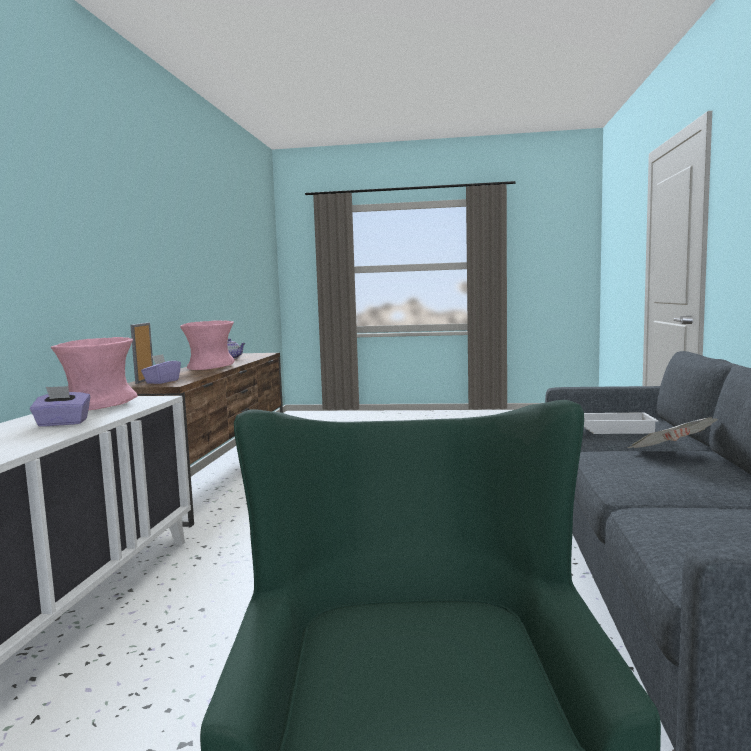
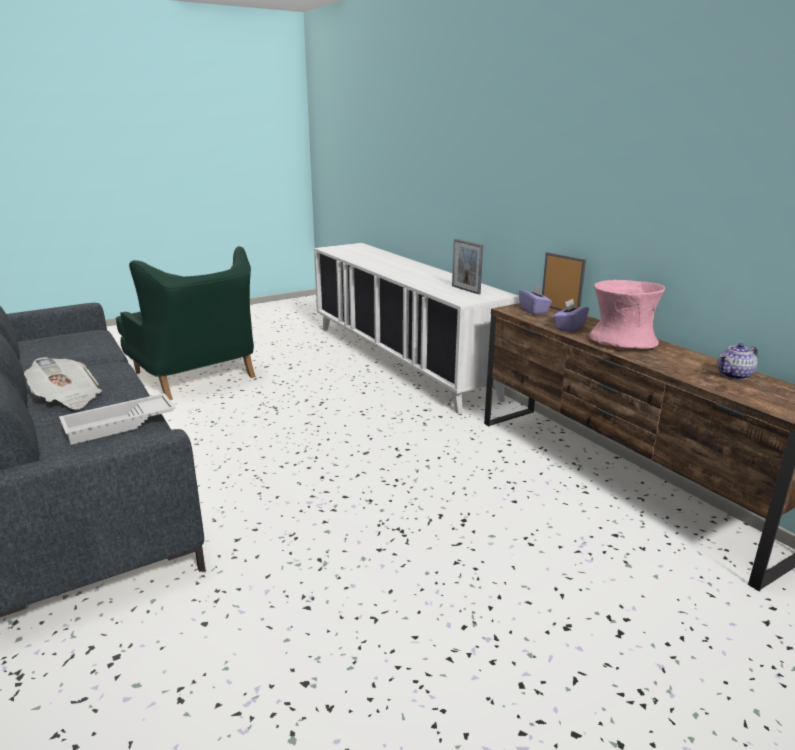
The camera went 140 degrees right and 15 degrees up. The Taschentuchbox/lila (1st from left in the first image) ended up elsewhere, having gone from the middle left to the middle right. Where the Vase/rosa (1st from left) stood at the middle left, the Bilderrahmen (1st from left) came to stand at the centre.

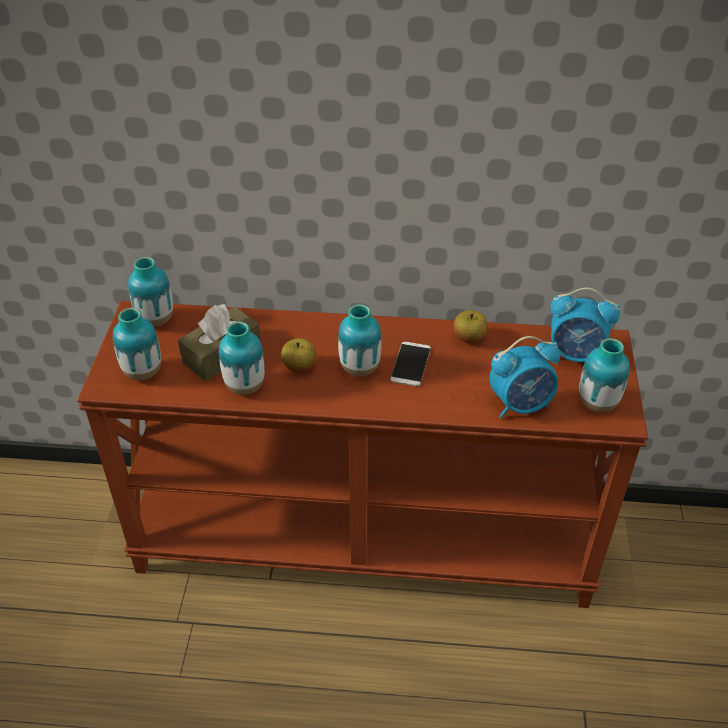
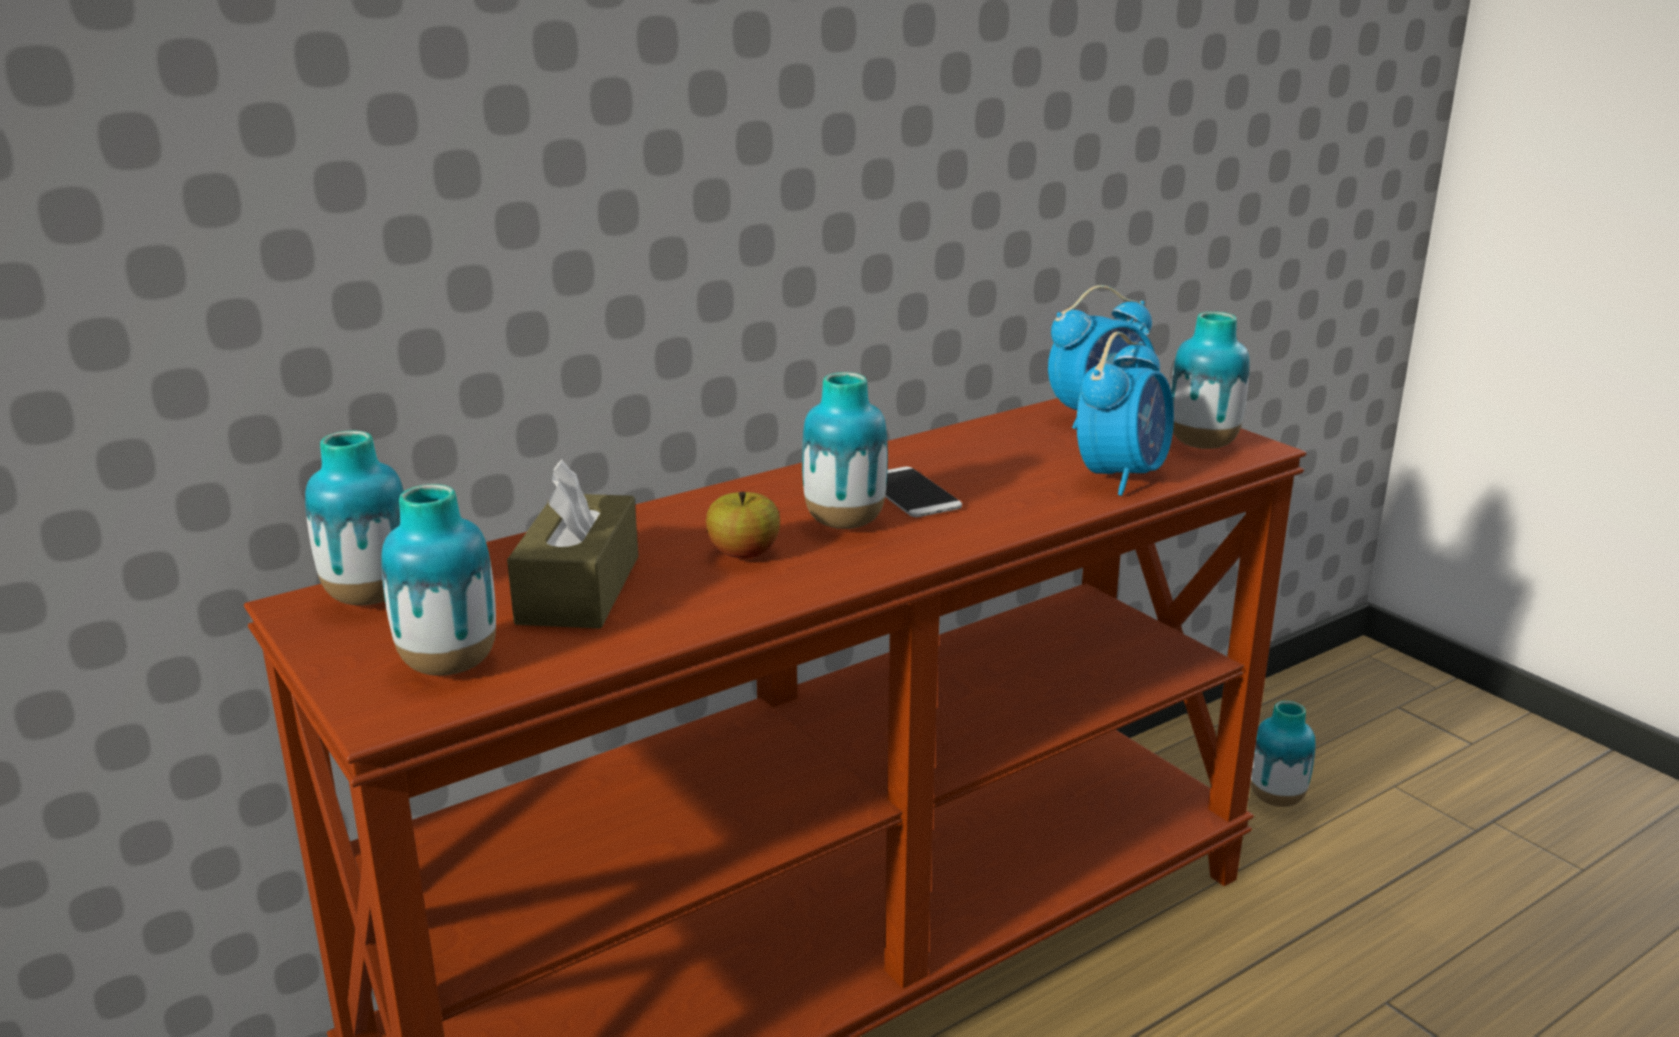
The camera went 40 degrees left and 20 degrees down. The second view lost the Apfel (2nd from left) at the centre. The Vase (3rd from left in the first image) ended up elsewhere, having gone from the middle left to the bottom right.

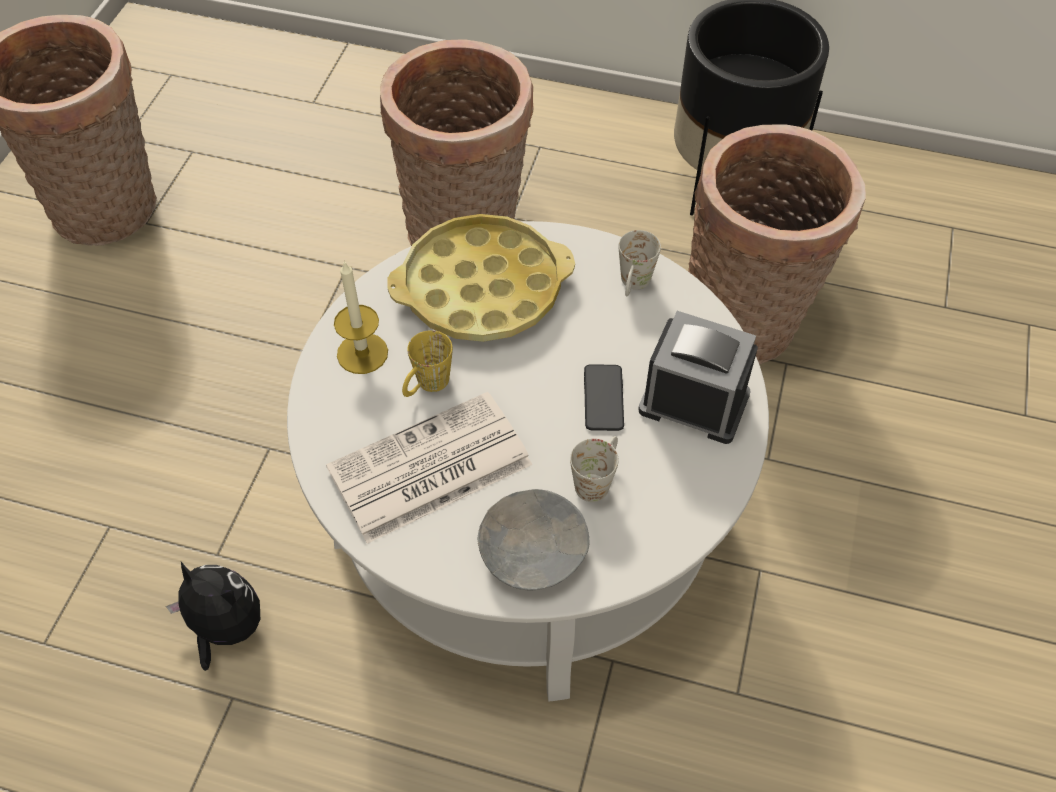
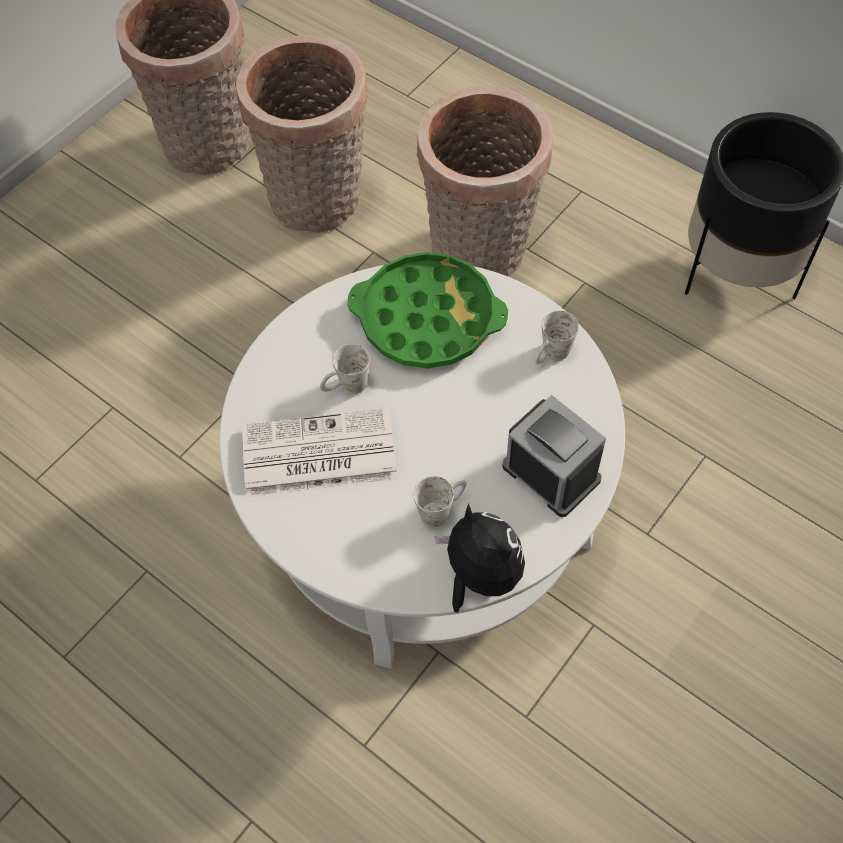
The camera went 25 degrees right and 5 degrees up. The second view lost the Kerze at the centre. The second view lost the Schüssel/grau at the bottom centre. The second view lost the Handy at the centre. The Plüschtier ended up elsewhere, having gone from the bottom left to the centre. The Korb (3rd from left in the first image) ended up elsewhere, having gone from the top right to the top centre. What was the Tablett/gelb at the centre turned into the Tablett/grün at the centre. What was the Henkelbecher/gelb at the centre turned into the Henkelbecher/weiß (1st from left) at the centre.

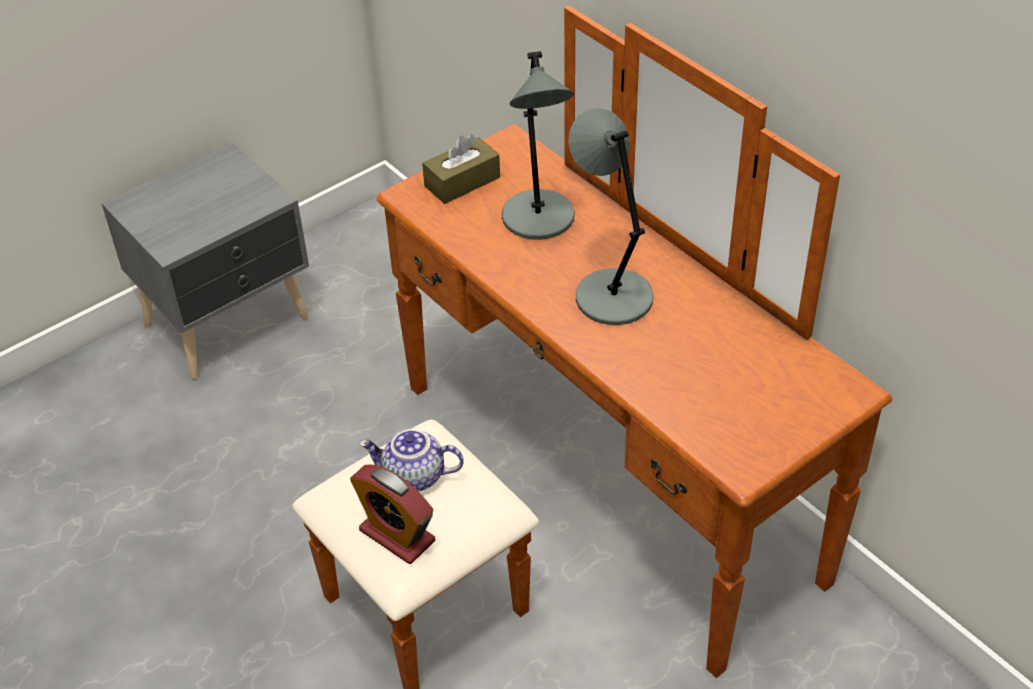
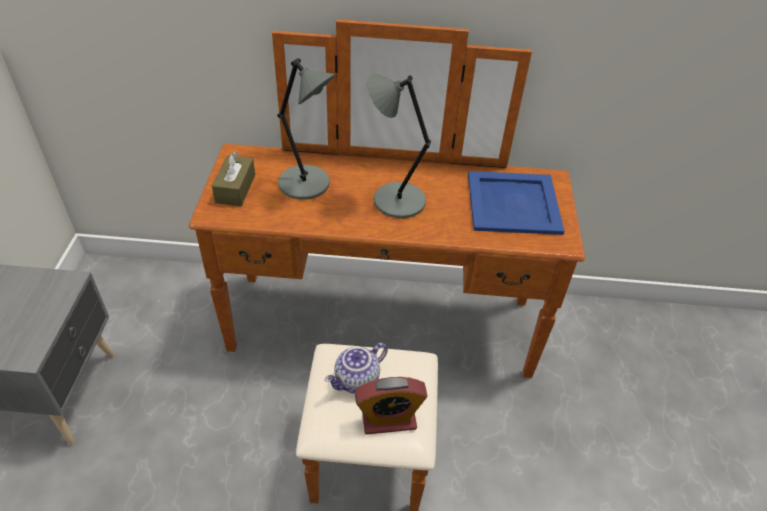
The camera went 50 degrees left and 0 degrees up. The second view gained the Tablett/blau at the middle right.

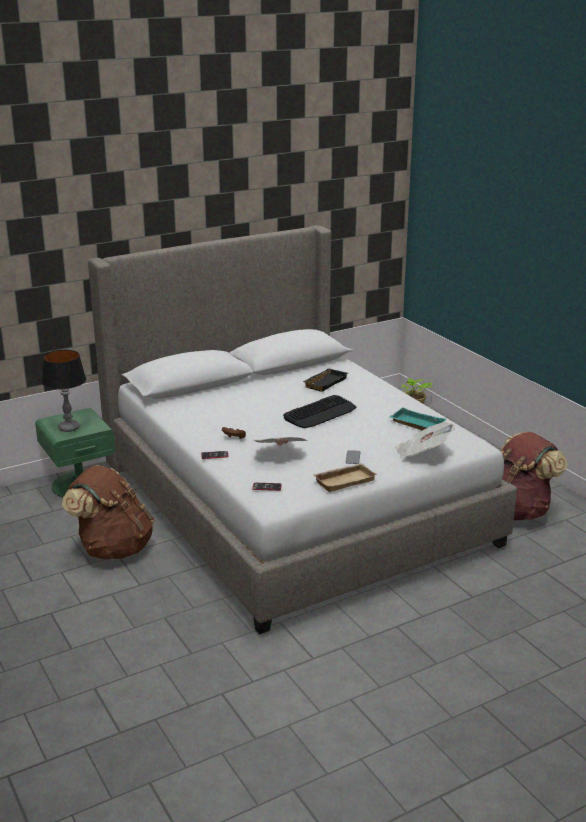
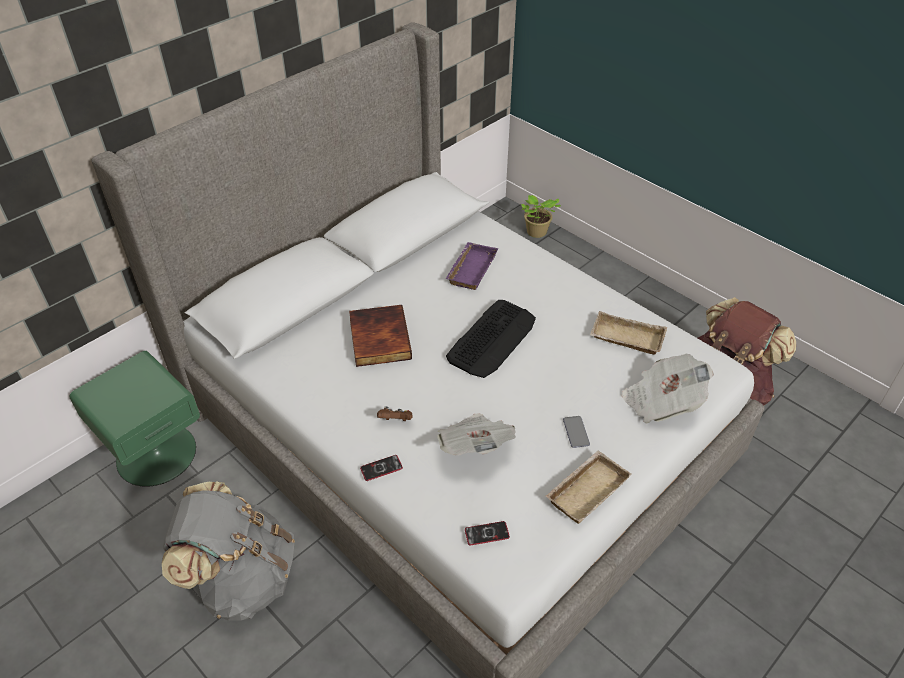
The camera went 15 degrees left and 20 degrees up. The second view lost the Tischlampe at the middle left. The second view gained the Buch at the centre. What was the Rucksack/braun (1st from left) at the middle left turned into the Rucksack/grau at the bottom left. What was the Tablett/schwarz at the centre turned into the Tablett/lila at the centre. What was the Tablett/türkis at the middle right turned into the Tablett/beige (2nd from left) at the middle right.

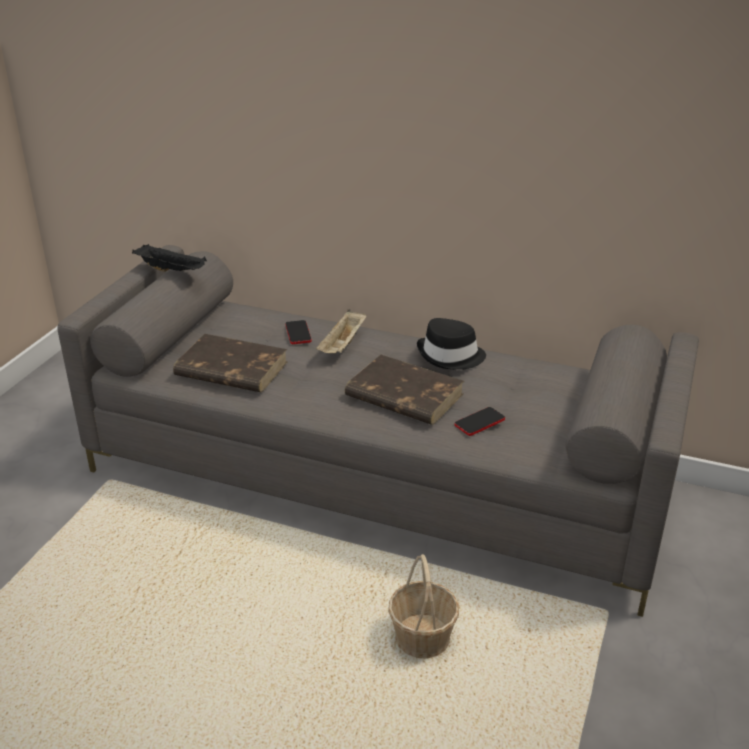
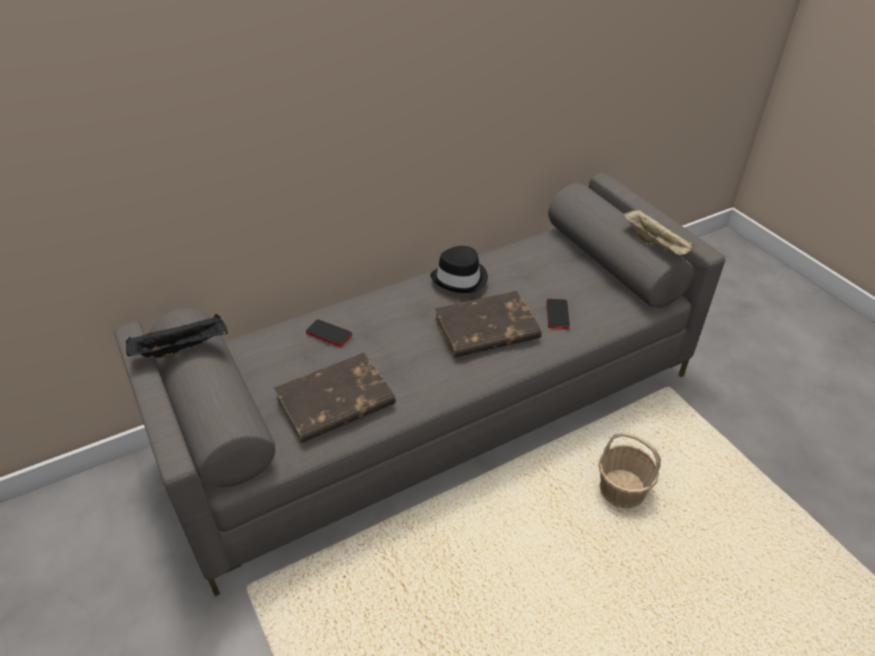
The camera went 50 degrees left and 10 degrees up. The Tablett/beige ended up elsewhere, having gone from the centre to the middle right.

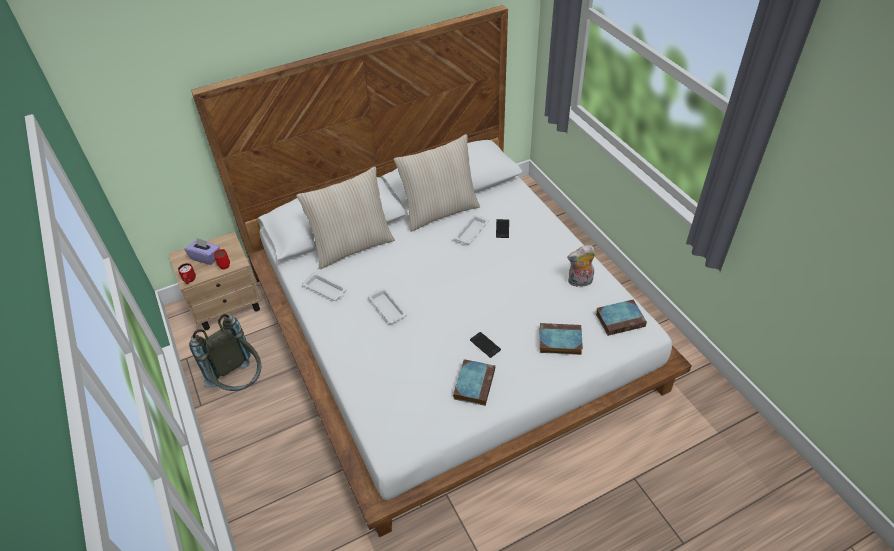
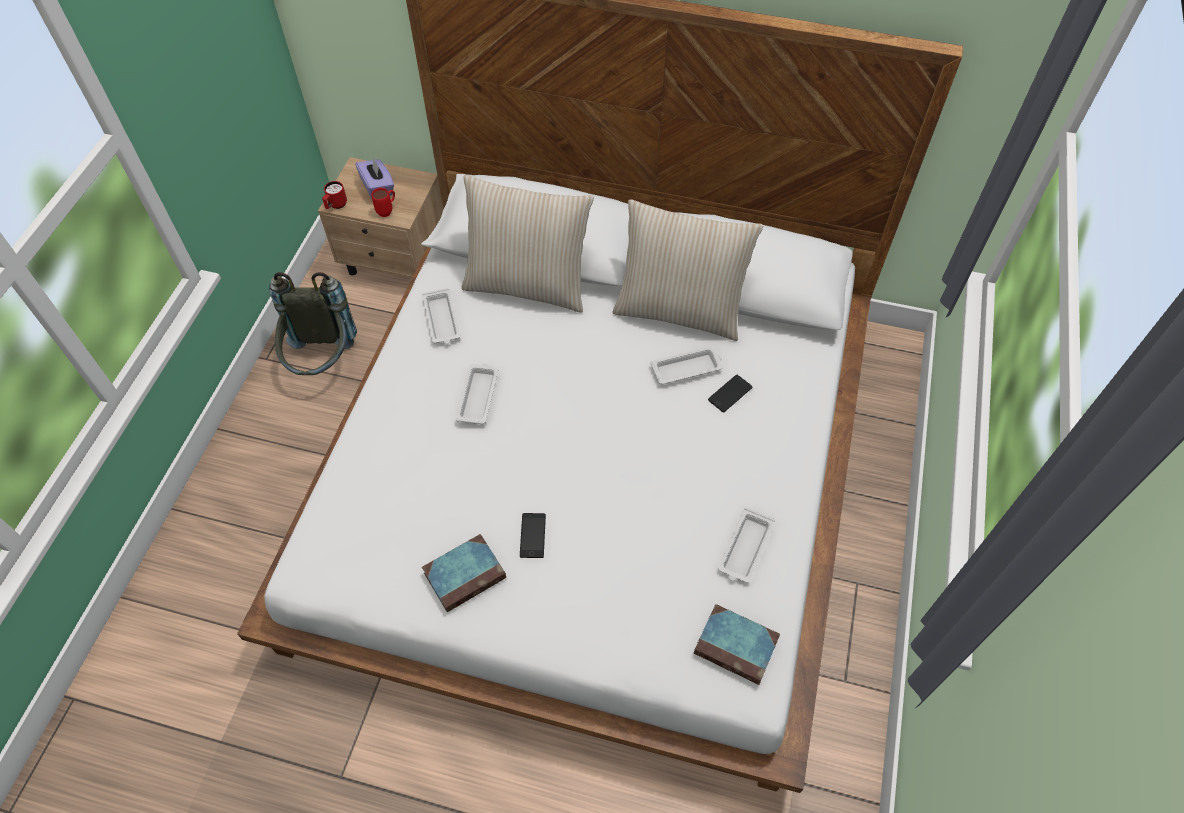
The camera went 40 degrees right and 10 degrees up. The second view lost the Buch (2nd from left) at the centre. Where the Plüschtier stood at the centre, the Tablett/weiß (4th from left) came to stand at the bottom centre.

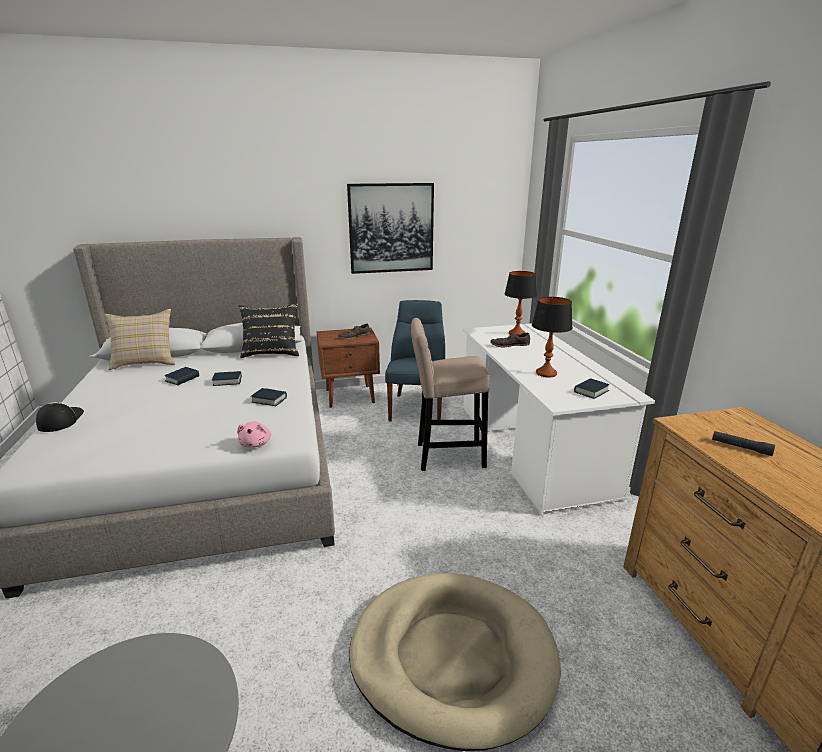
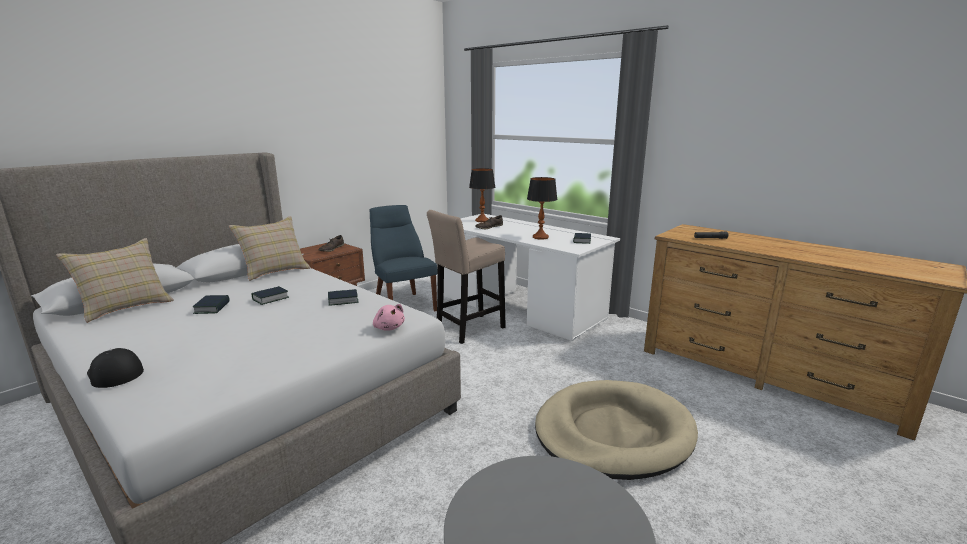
The camera went 35 degrees left and 5 degrees down. The second view lost the Bild at the top centre. What was the Kissen/schwarz at the middle left turned into the Kissen/beige (2nd from left) at the middle left.

